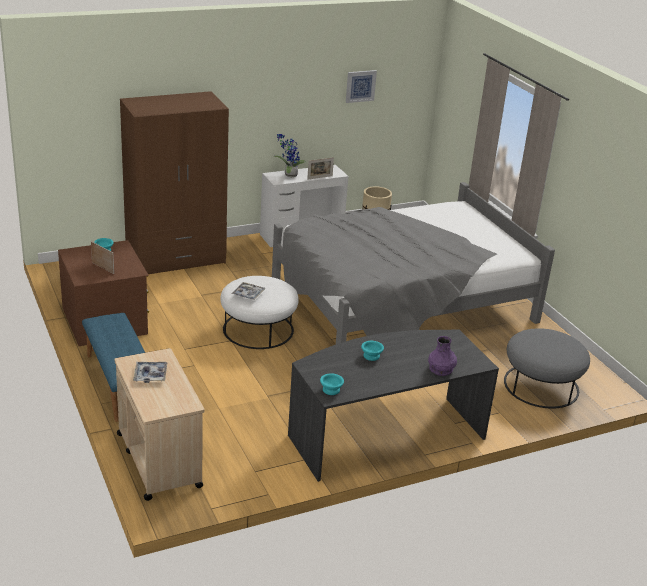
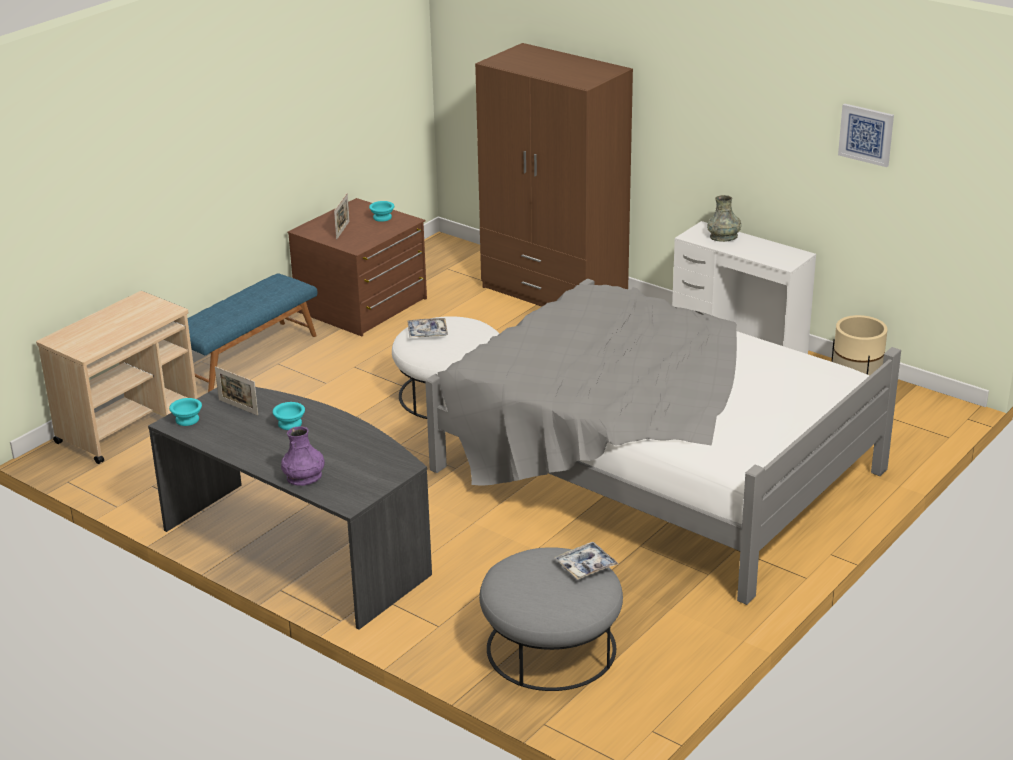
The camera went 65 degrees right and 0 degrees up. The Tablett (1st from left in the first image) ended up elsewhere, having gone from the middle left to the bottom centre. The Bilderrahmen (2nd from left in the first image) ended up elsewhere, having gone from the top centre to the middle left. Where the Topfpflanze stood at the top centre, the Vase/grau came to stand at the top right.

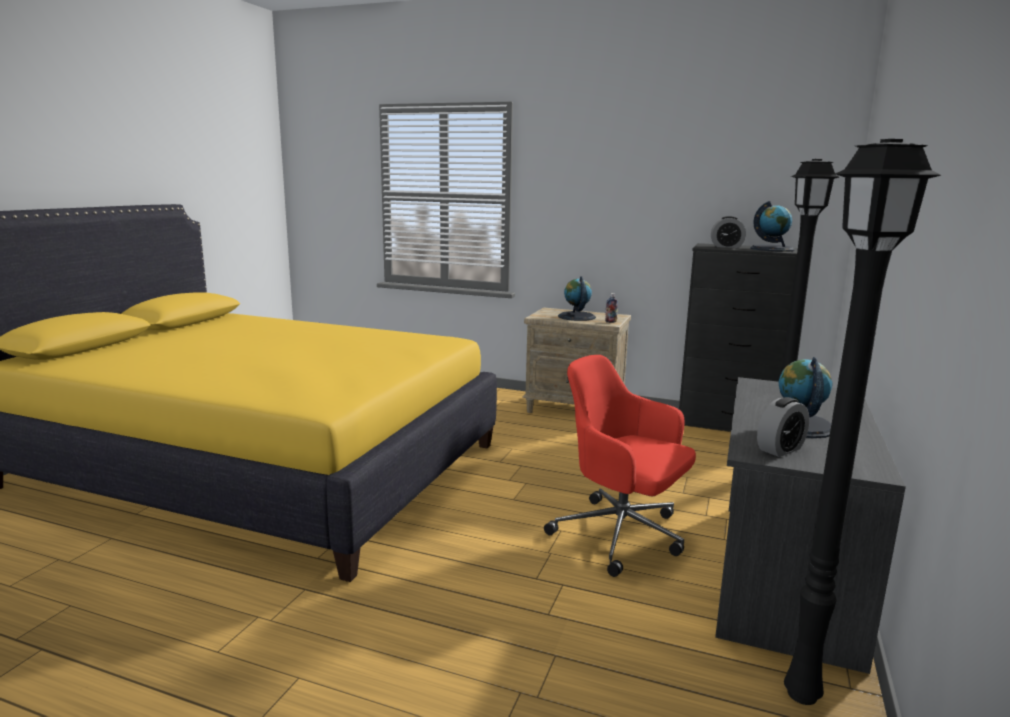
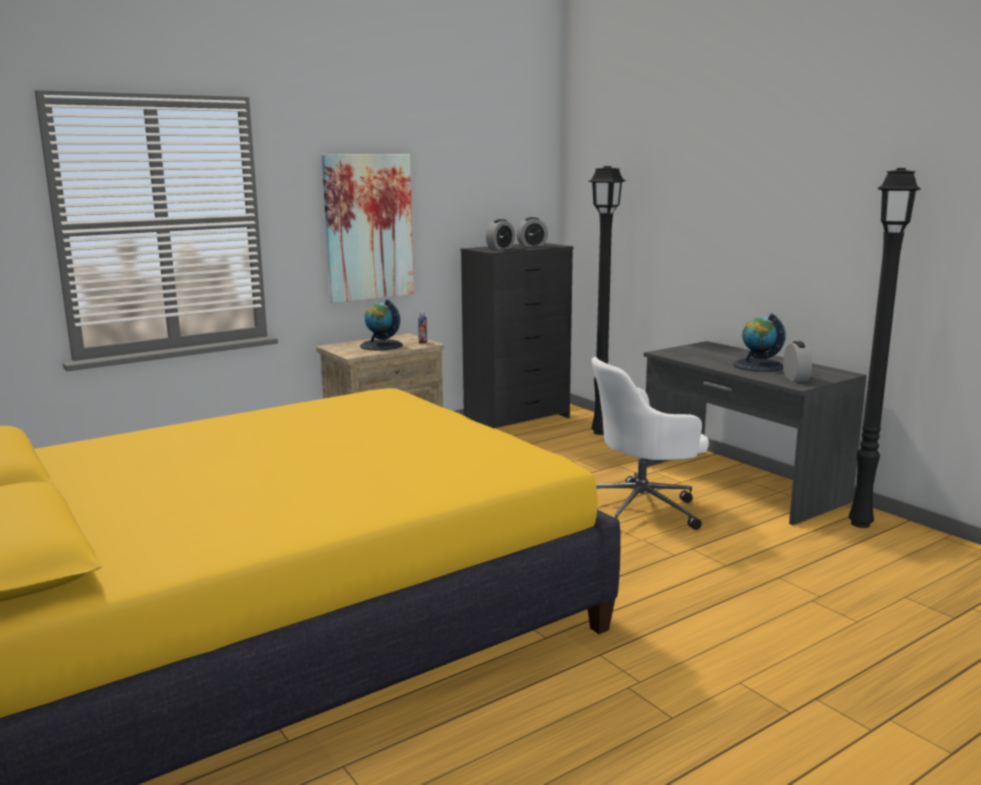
The camera went 55 degrees left and 0 degrees up. The second view gained the Bild at the top centre. Where the Globus (2nd from left) stood at the top right, the Wecker (2nd from left) came to stand at the top centre. What was the Bürostuhl/rot at the centre turned into the Bürostuhl/weiß at the centre.

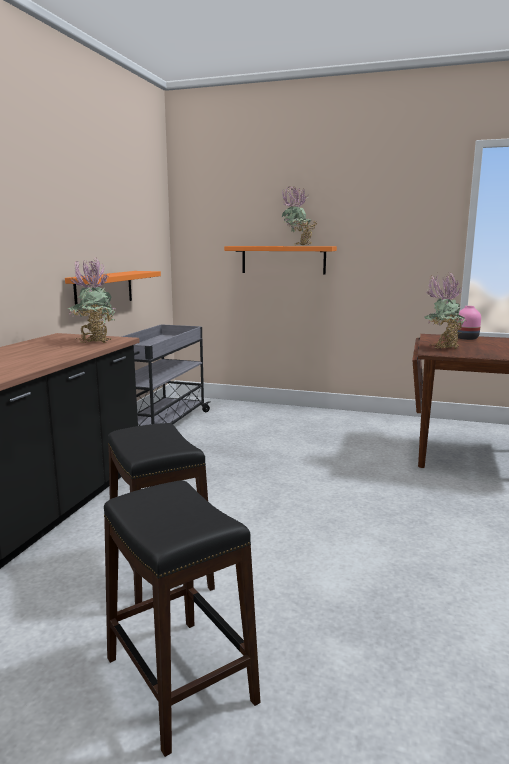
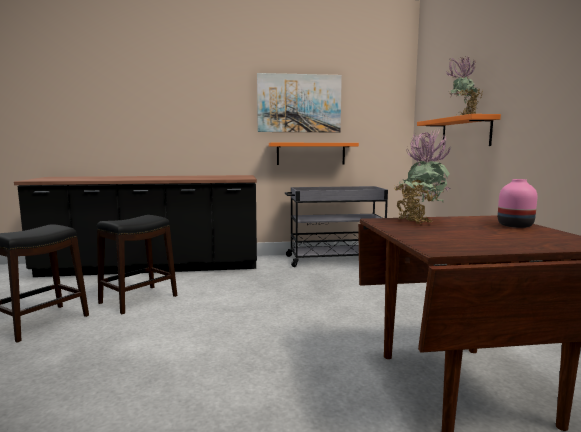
The camera went 65 degrees right and 5 degrees down. The second view lost the Topfpflanze (1st from left) at the middle left. The second view gained the Bild at the top centre.

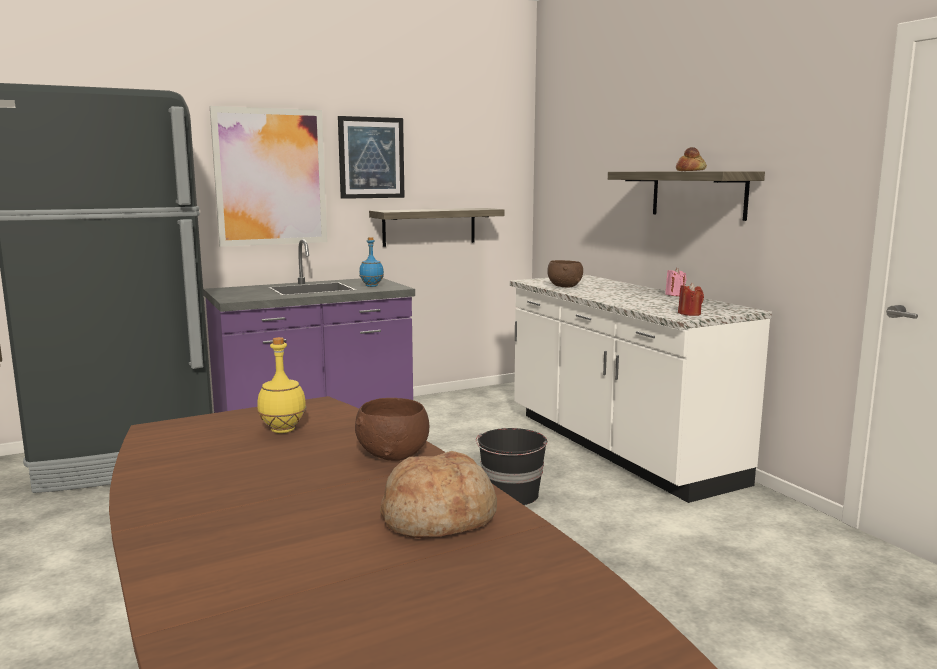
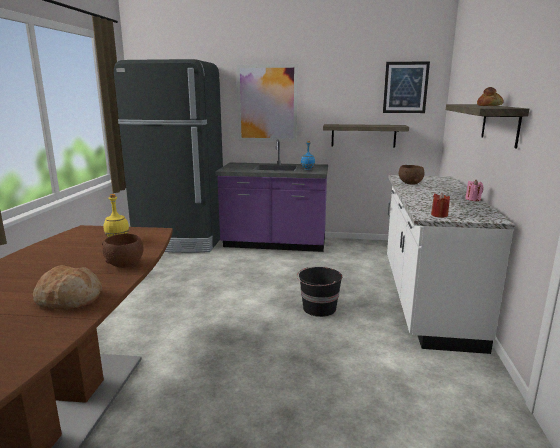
The camera went 35 degrees right and 5 degrees up. The Bild (2nd from left) ended up elsewhere, having gone from the top centre to the top right.

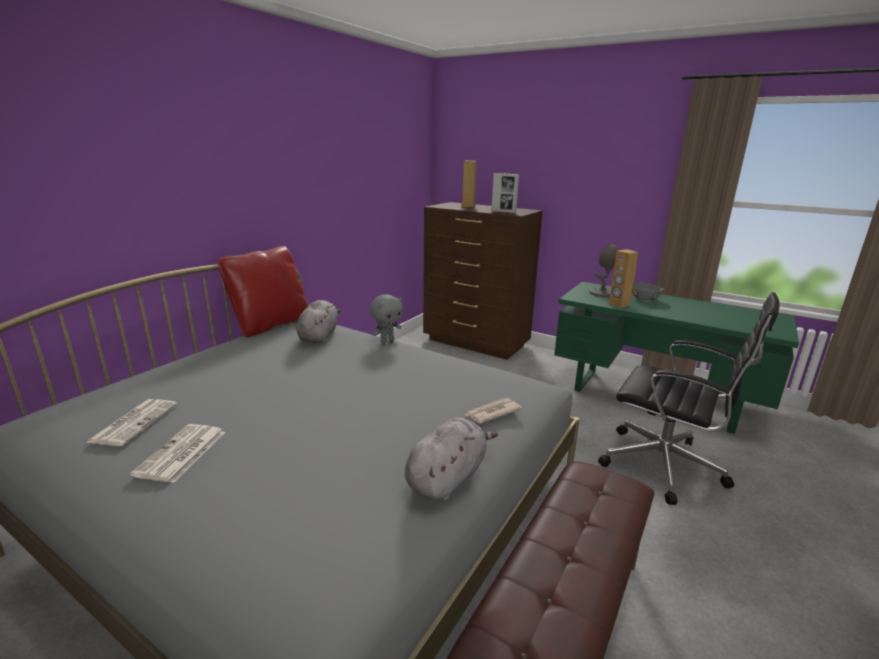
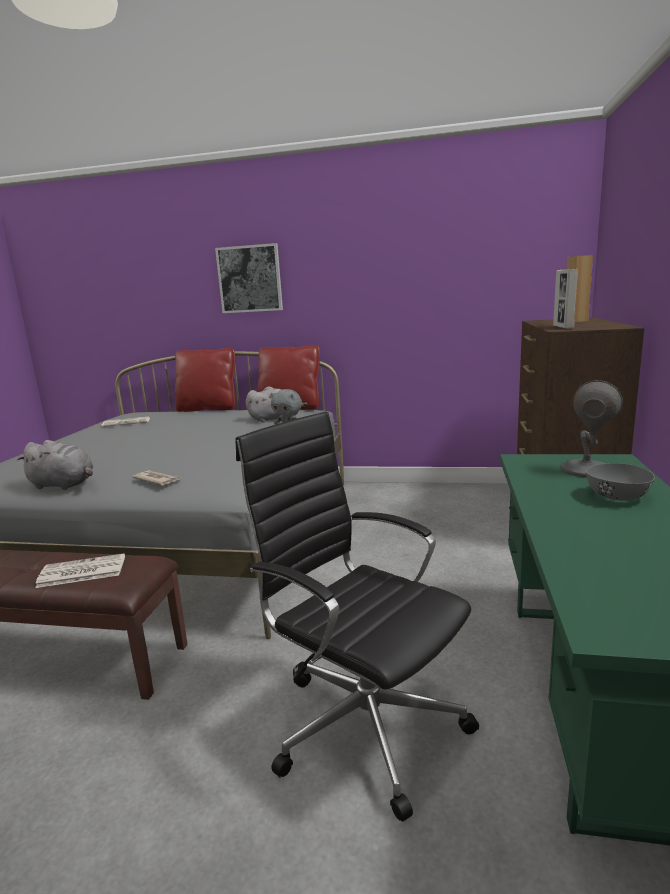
The camera went 70 degrees right and 5 degrees down. The second view lost the Lautsprecher/braun (2nd from left) at the middle right. The second view gained the Kissen/rot (1st from left) at the middle left. The second view gained the Bild at the top centre. The Zeitung (2nd from left in the first image) ended up elsewhere, having gone from the bottom left to the middle left. The Bürostuhl/schwarz at the middle right ended up facing another way, 120 degrees clockwise from before.

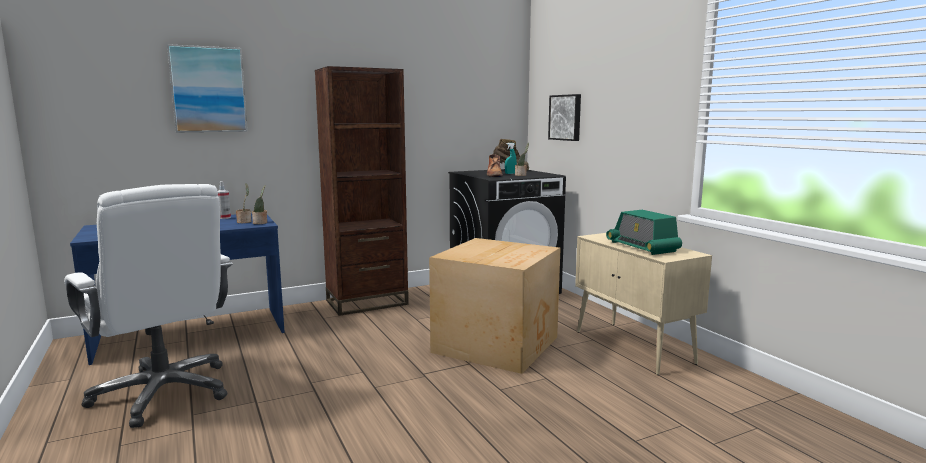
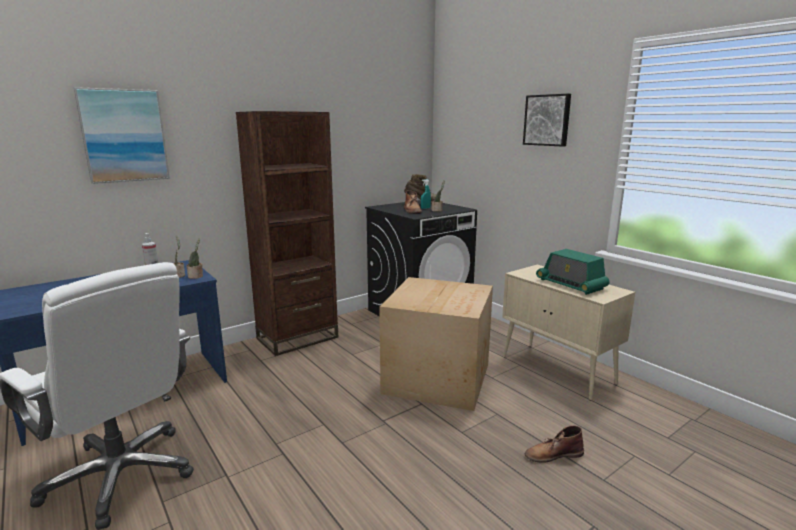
The camera went 10 degrees left and 5 degrees up. The second view gained the Stiefel/braun (3rd from left) at the bottom right. The Bild (2nd from left) ended up elsewhere, having gone from the top centre to the top right.

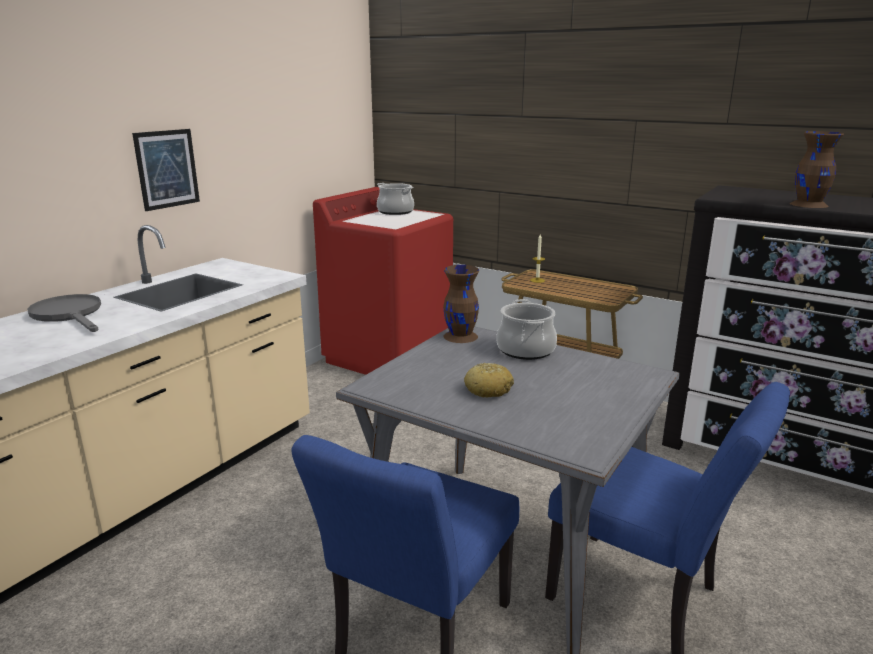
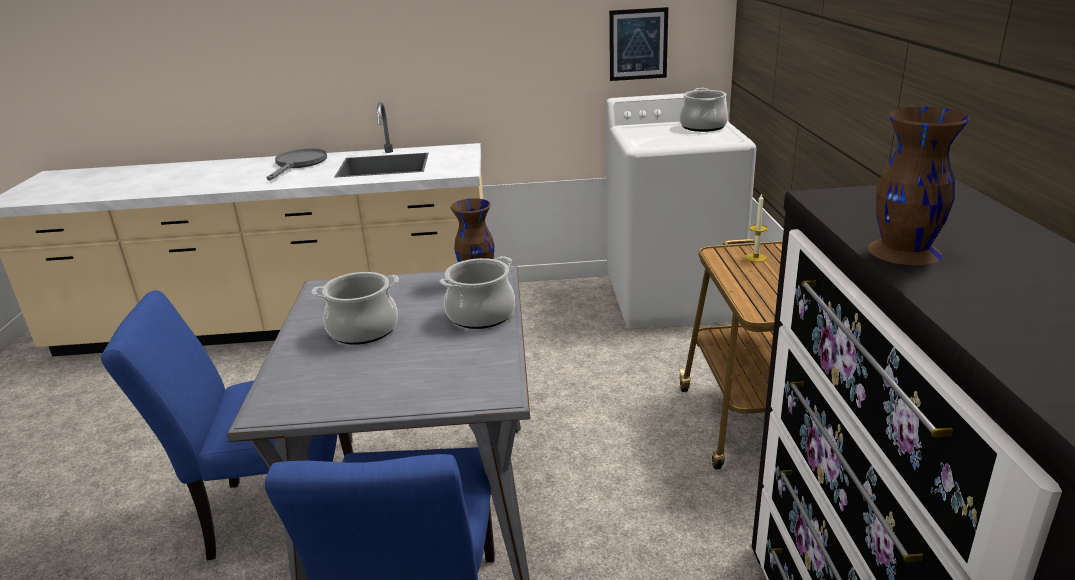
The camera went 55 degrees right and 5 degrees up. The Bild ended up elsewhere, having gone from the top left to the top centre. Where the Brot stood at the centre, the Kochtopf (1st from left) came to stand at the middle left. What was the Waschmaschine/rot at the centre turned into the Waschmaschine/weiß at the centre.

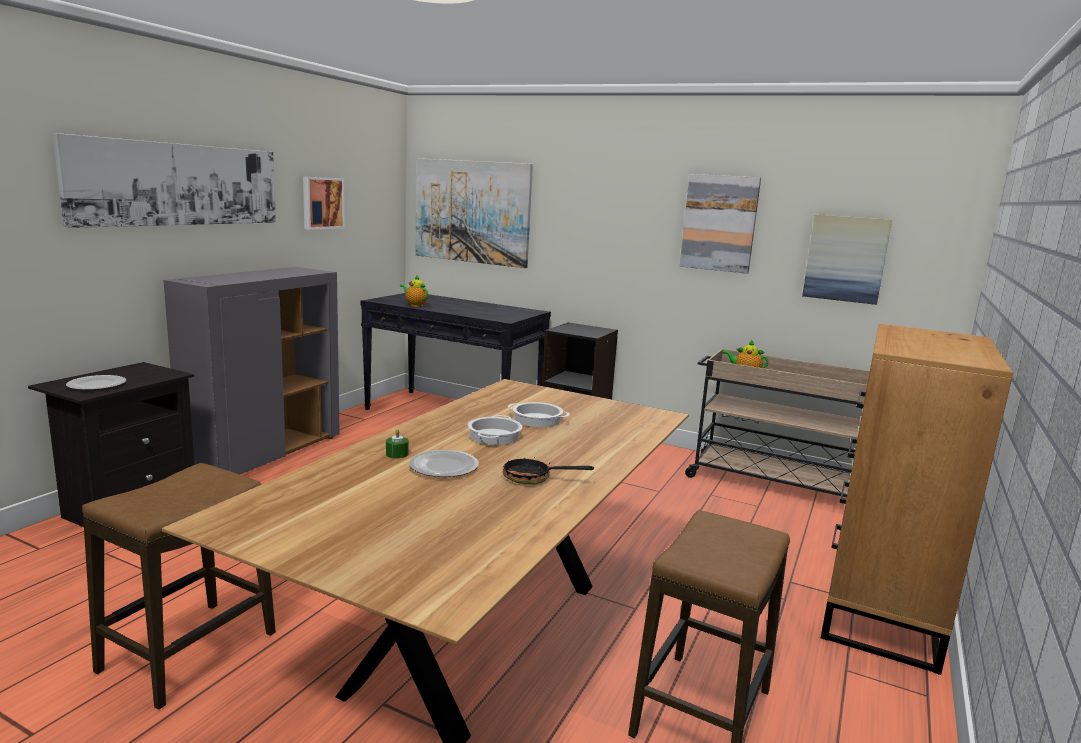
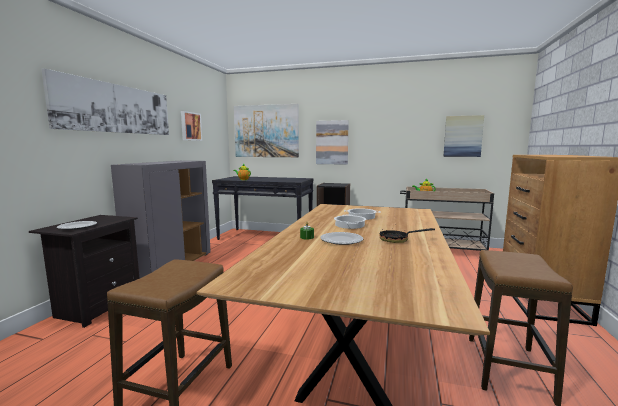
The camera went 10 degrees left and 5 degrees down. The Bild (4th from left) ended up elsewhere, having gone from the top centre to the centre.

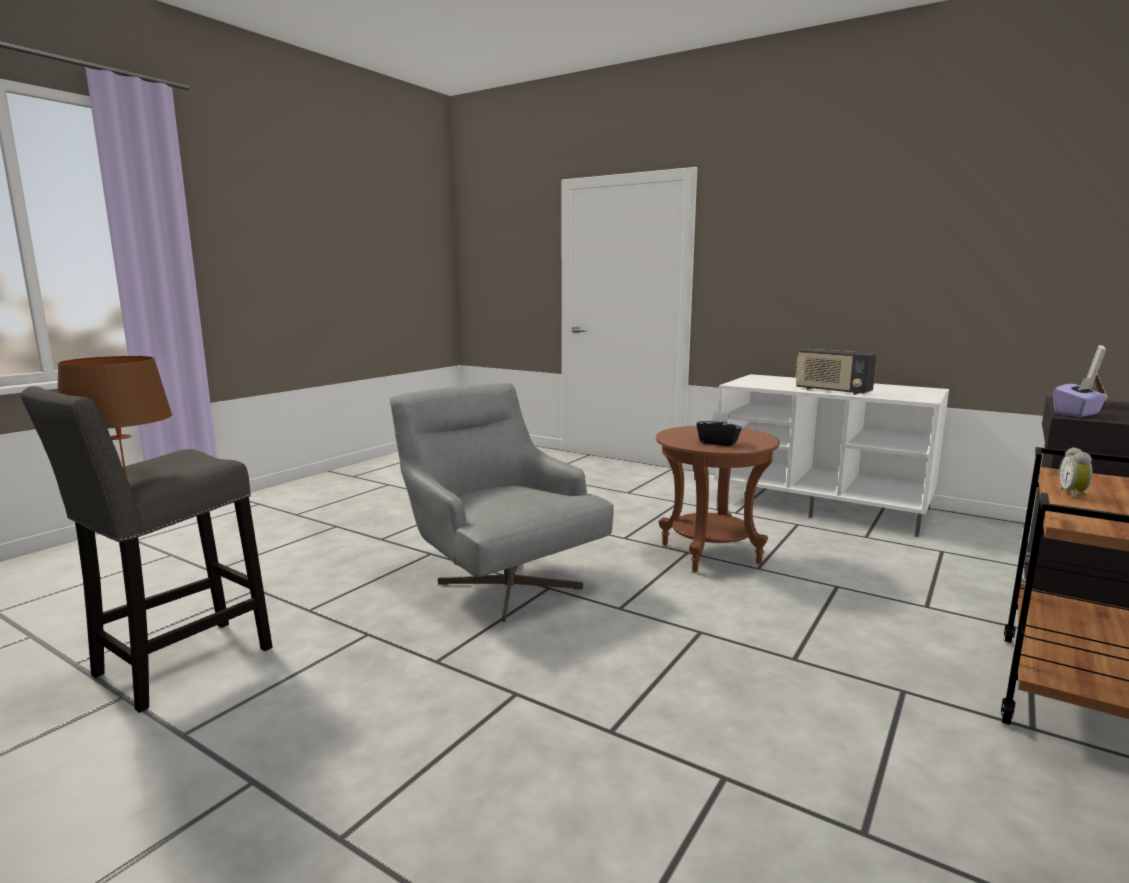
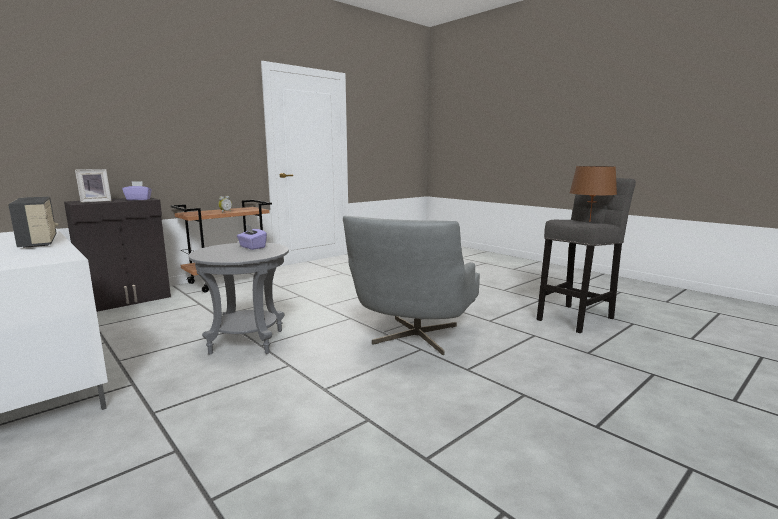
The camera went 165 degrees left and 0 degrees up. What was the Beistelltisch/braun at the centre turned into the Beistelltisch/grau at the middle left. What was the Taschentuchbox/schwarz at the centre turned into the Taschentuchbox/lila (2nd from left) at the middle left. The Sessel/grau at the centre ended up facing another way, 45 degrees clockwise from before.

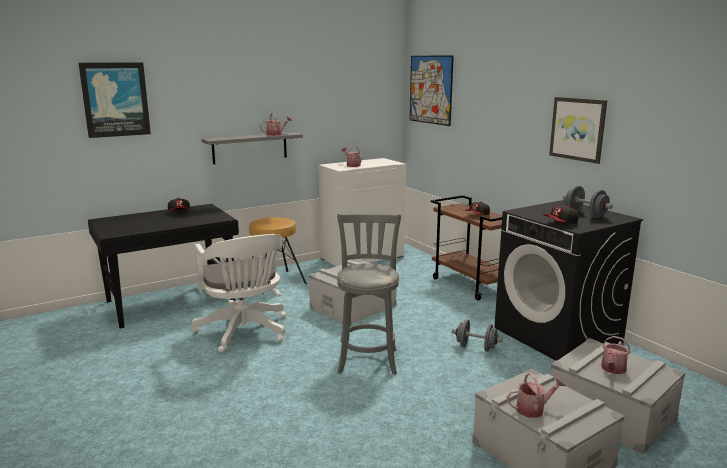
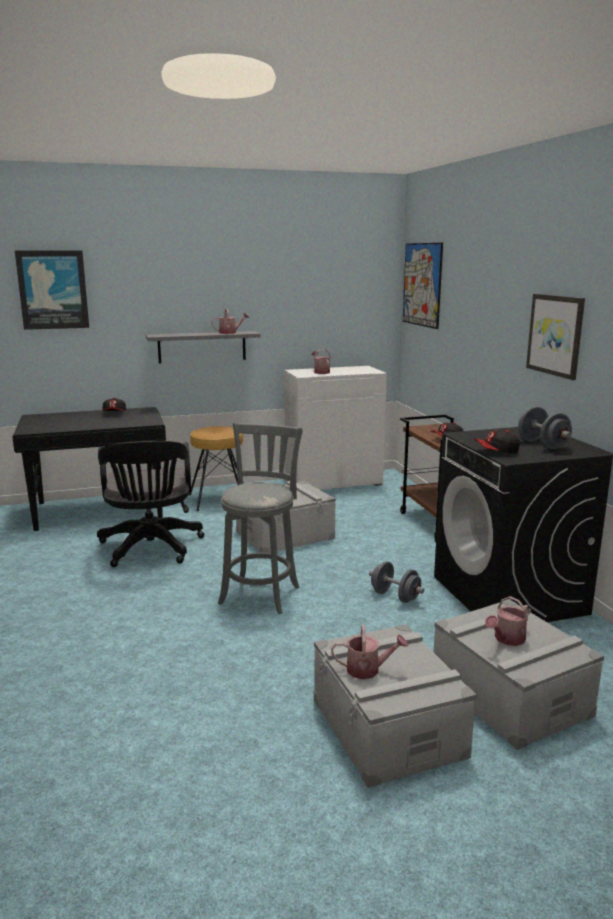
The camera went 15 degrees right and 0 degrees up. What was the Bürostuhl/weiß at the middle left turned into the Bürostuhl/schwarz at the middle left.

